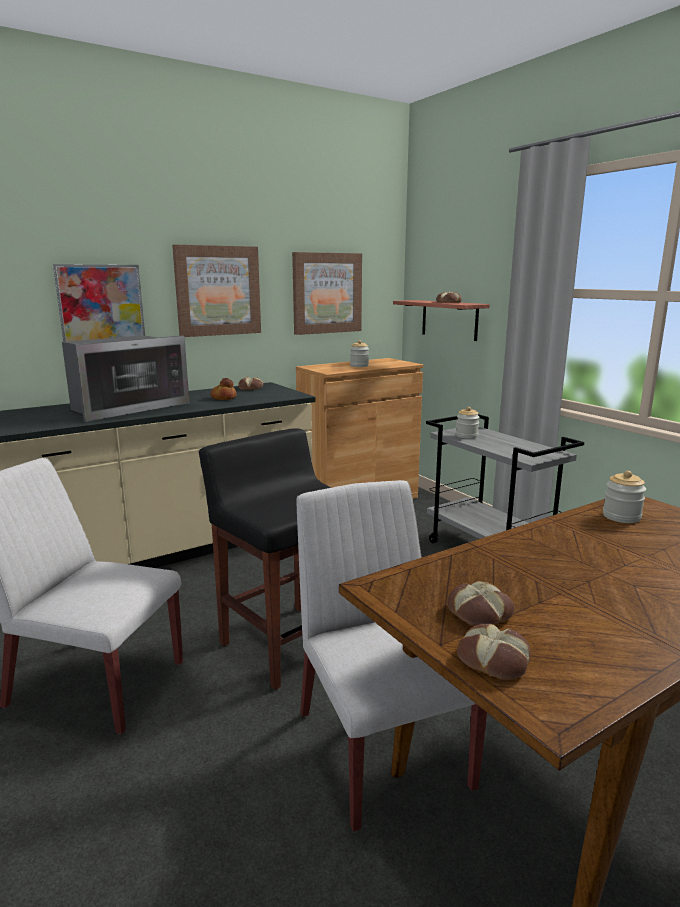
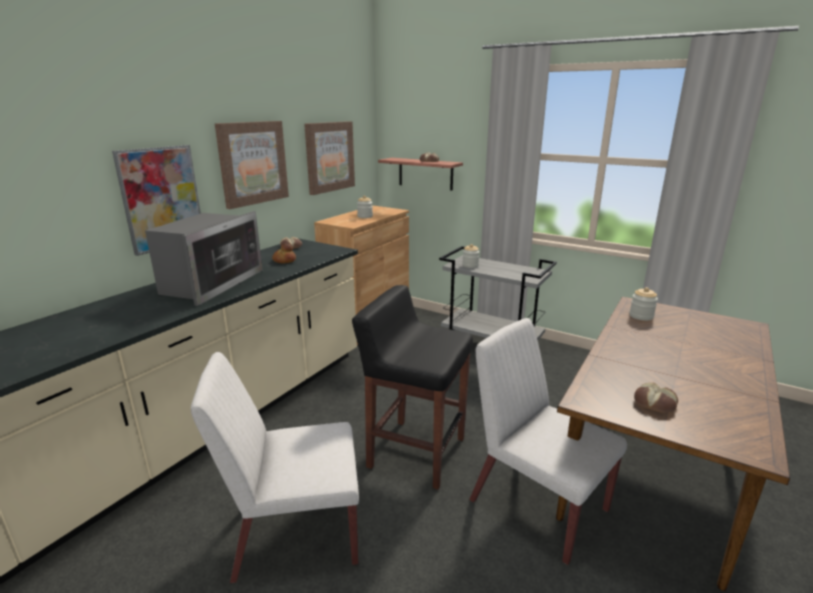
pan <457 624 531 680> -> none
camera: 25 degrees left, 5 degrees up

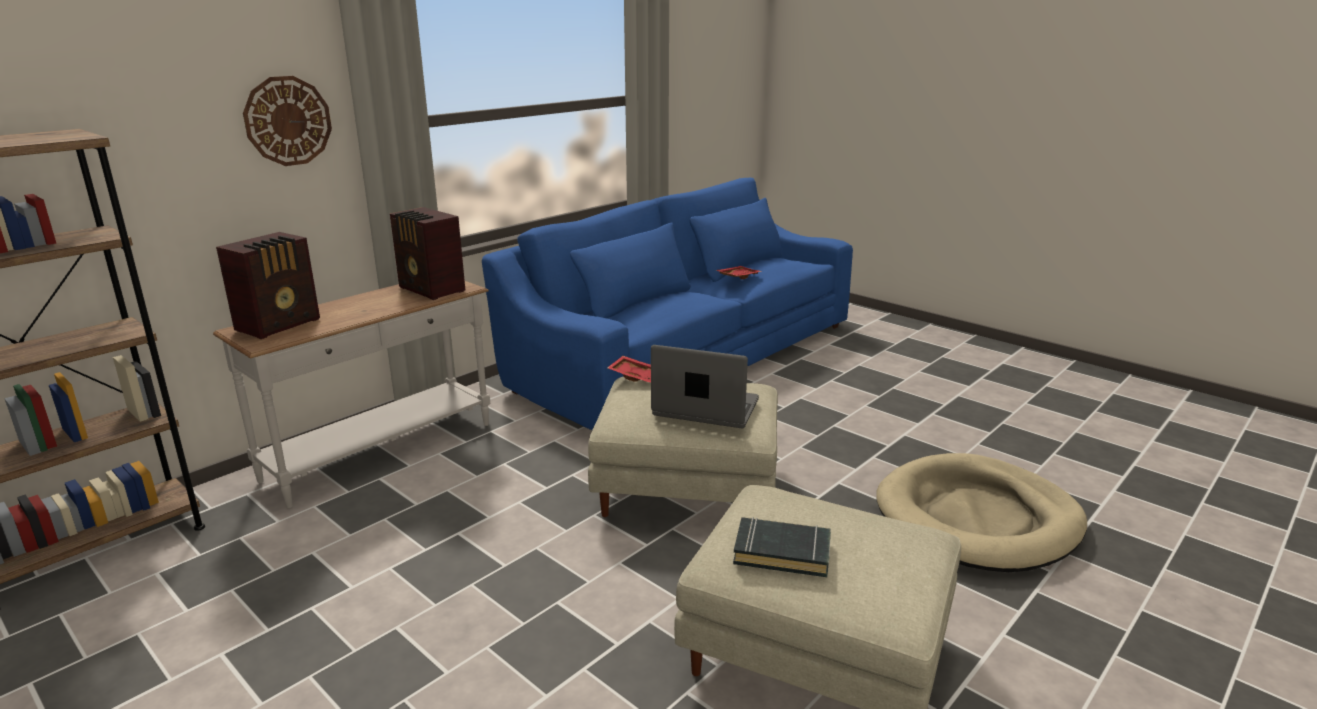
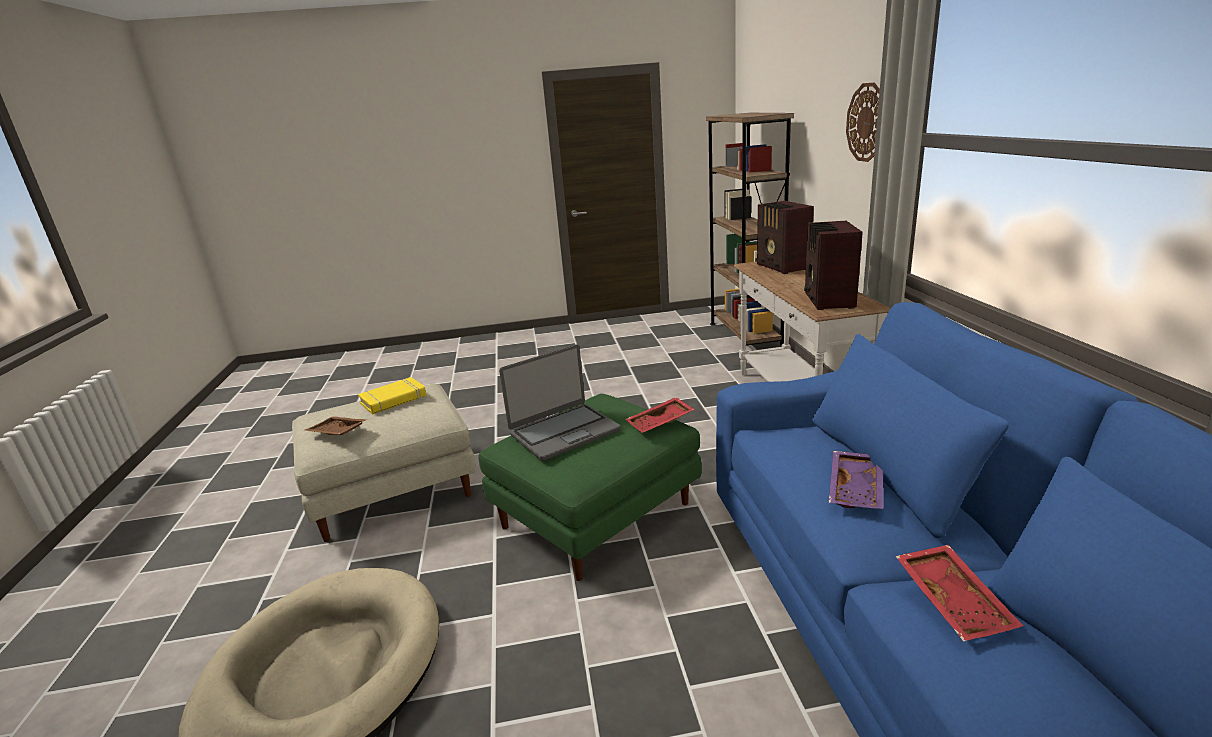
radio <390 207 465 300> -> radio <804 221 863 310>, 75 degrees counterclockwise
puf (beis) <588 377 778 517> -> puf (verde) <479 394 701 581>
libro (negro) <733 517 831 577> -> libro (amarillo) <358 377 427 414>
none -> bandeja (marrón) <305 417 368 435>
none -> bandeja (morado) <829 451 883 509>
camera: 130 degrees right, 0 degrees up

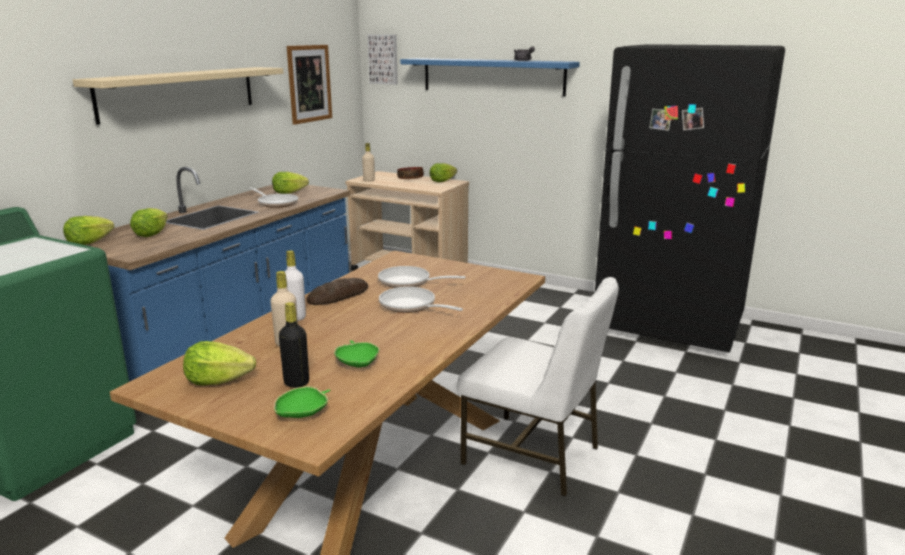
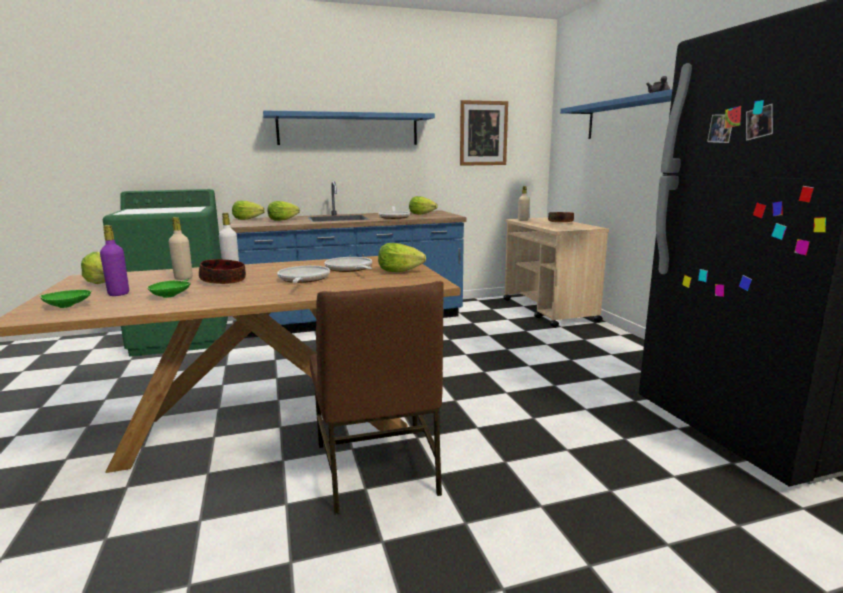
estante (beis) <73 67 284 125> -> estante (azul) <263 110 435 145>
botella (negro) <279 302 309 388> -> botella (morado) <100 225 129 296>
pan <306 278 368 305> -> none
cuadro <367 34 398 85> -> none
lechuga <430 163 457 182> -> lechuga <378 243 426 272>, shifted
silla (blanco) <457 277 619 497> -> silla (marrón) <310 281 444 515>
none -> cuenco <199 259 246 284>
camera: 45 degrees right, 5 degrees down

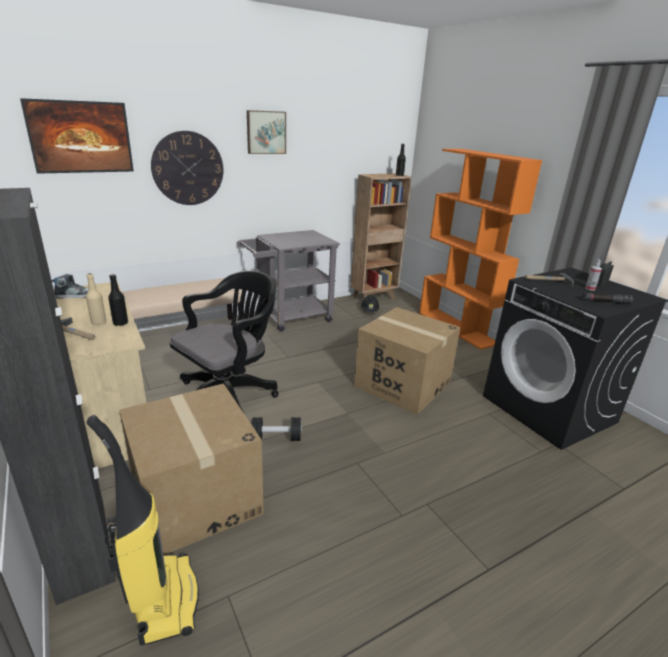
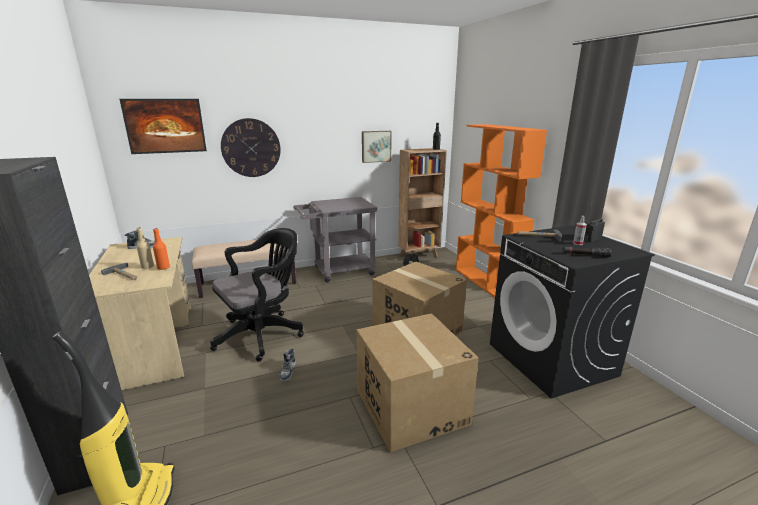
botella (negro) <108 274 128 326> -> botella (naranja) <153 228 170 270>
caja de cartón <119 383 264 555> -> caja de cartón <356 313 479 452>, shifted
cuadro <247 110 286 154> -> cuadro <362 131 392 163>, shifted
mancuerna (negro) <252 417 302 441> -> zapato <280 348 295 382>
camera: 10 degrees right, 5 degrees down

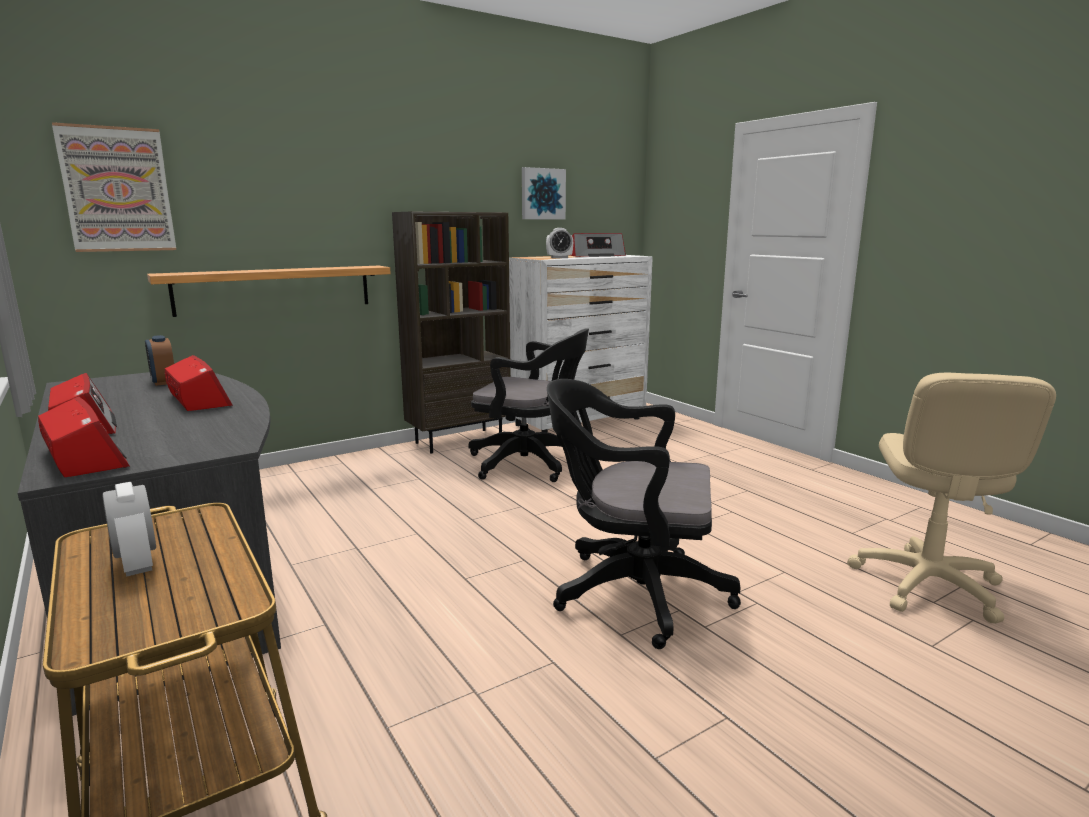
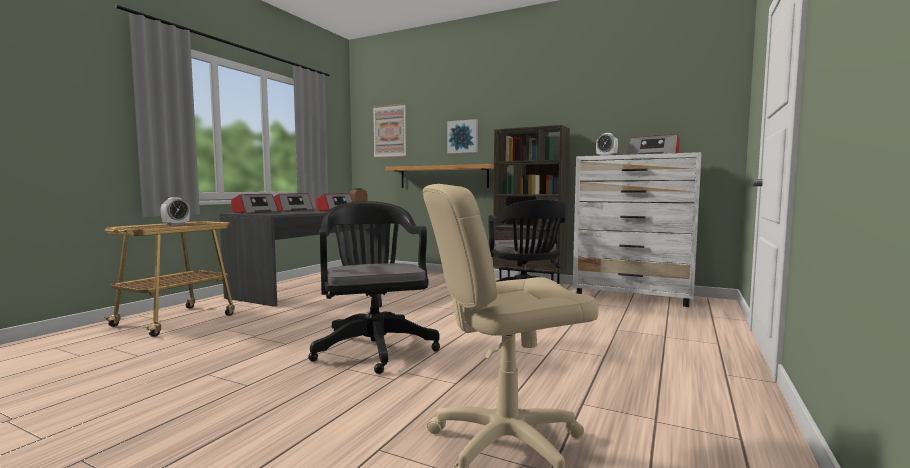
cuadro <522 167 566 219> -> cuadro <447 119 478 154>, shifted
camera: 60 degrees right, 10 degrees down

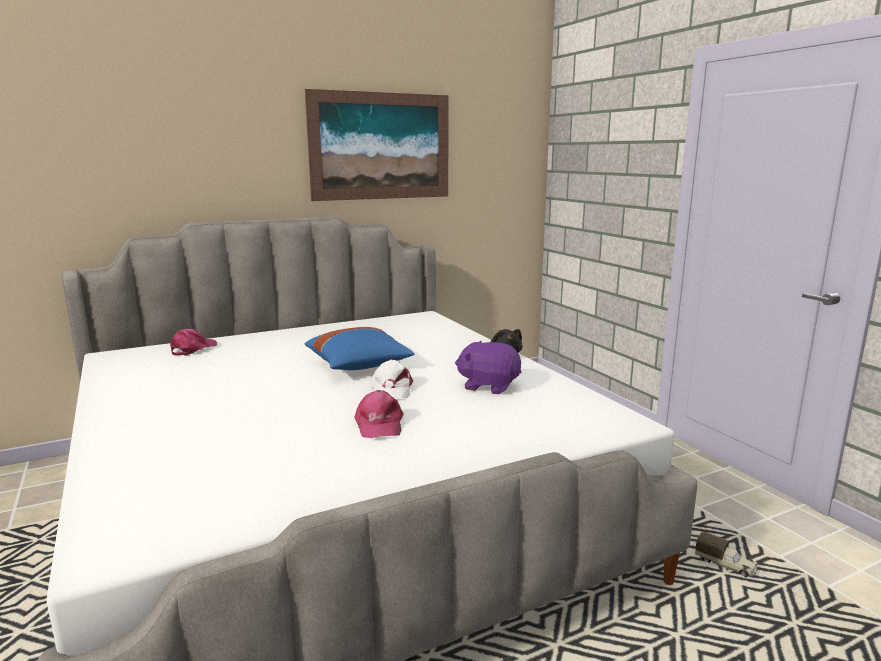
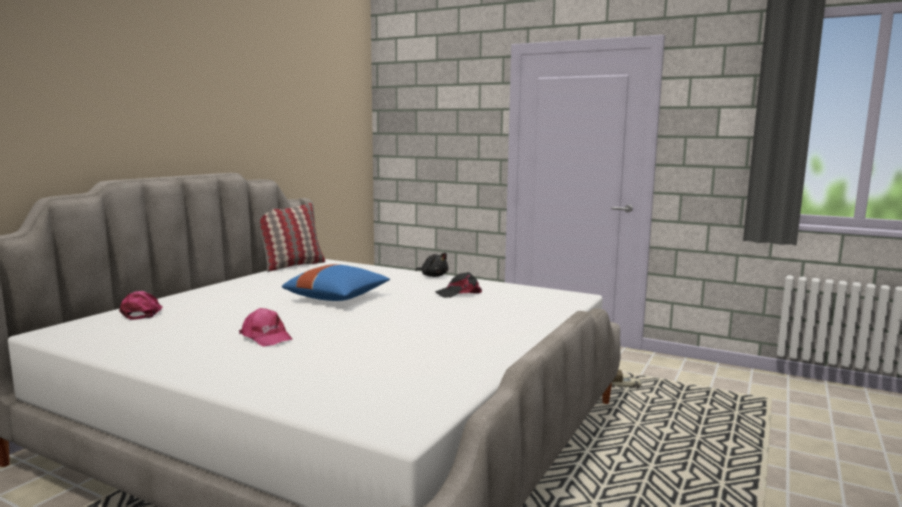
cuadro <305 89 449 201> -> none
gorra (rosa) <354 390 404 438> -> gorra (rosa) <239 308 293 347>, shifted
gorra (blanco) <371 360 413 398> -> none
peluche (morado) <455 341 521 394> -> gorra (negro) <435 272 482 298>
none -> cojín <260 203 325 272>
camera: 35 degrees left, 5 degrees down

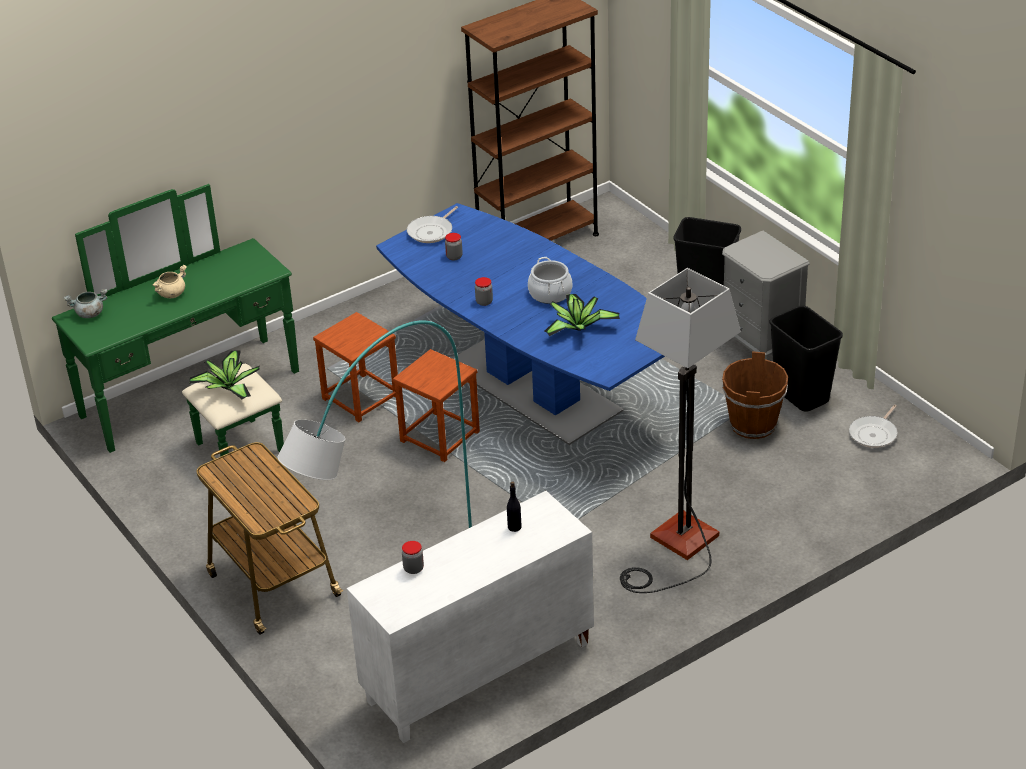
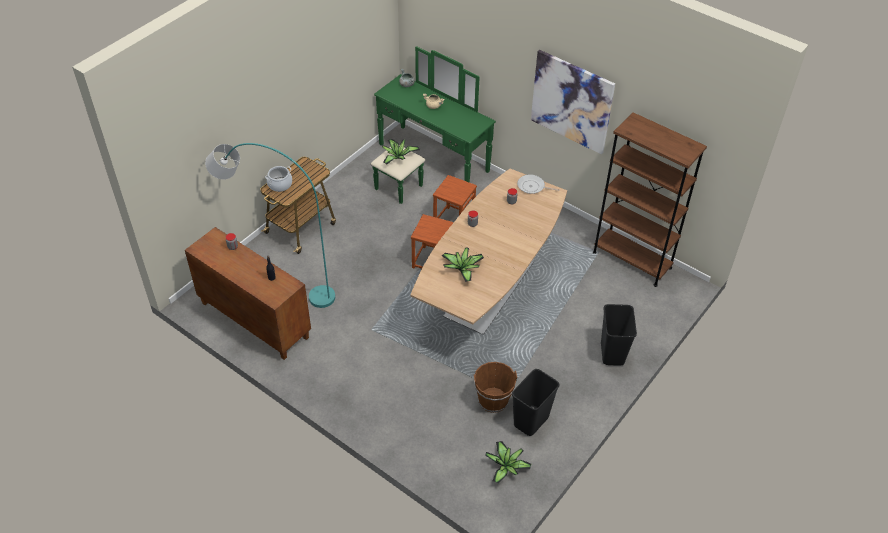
armario (blanco) <347 491 594 743> -> armario (marrón) <185 227 311 360>
mesa de comedor (azul) <376 203 665 445> -> mesa de comedor (marrón) <410 169 567 335>
olla <528 257 572 304> -> olla <265 166 292 192>, shifted
lámpara de pie <620 268 741 593> -> none
mesita de noche (gris) <722 231 810 360> -> none
sartén <849 405 897 448> -> planta en maceta <485 441 531 484>
none -> cuadro <531 50 615 154>
camera: 70 degrees right, 10 degrees up

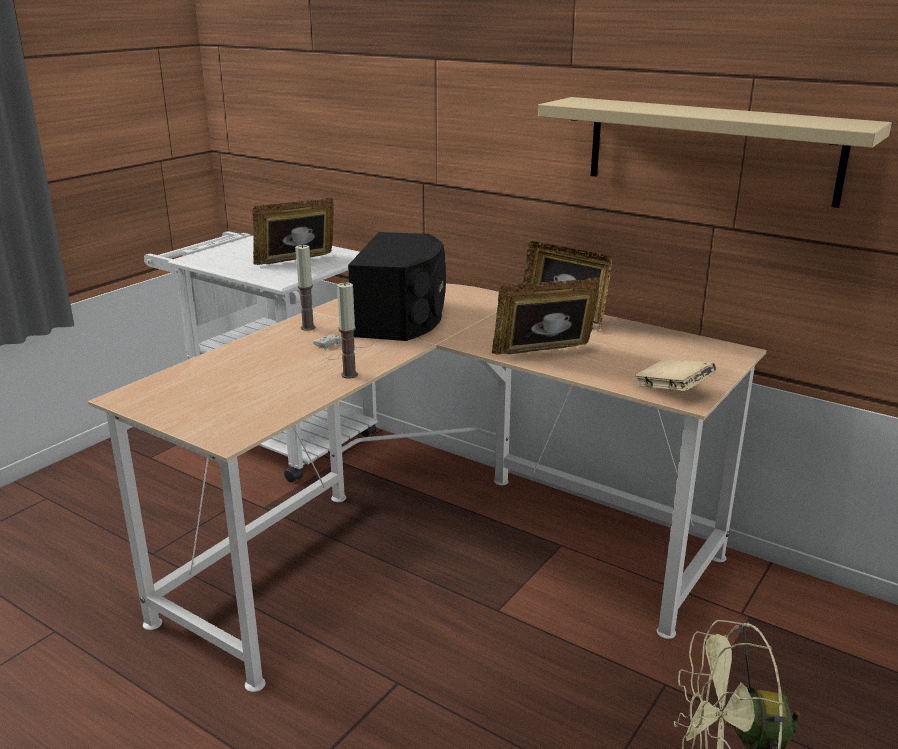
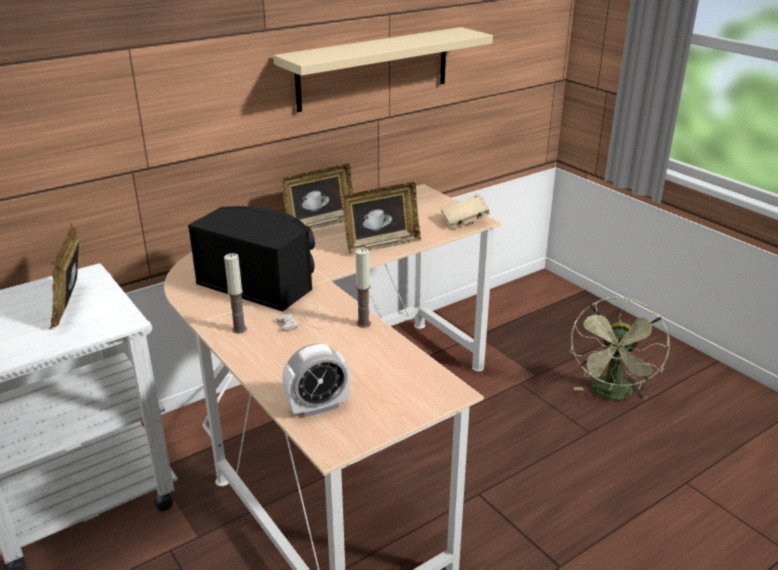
portarretratos <492 277 600 355> -> portarretratos <343 182 421 254>, 120 degrees counterclockwise
none -> despertador <282 344 351 417>
camera: 70 degrees left, 5 degrees up

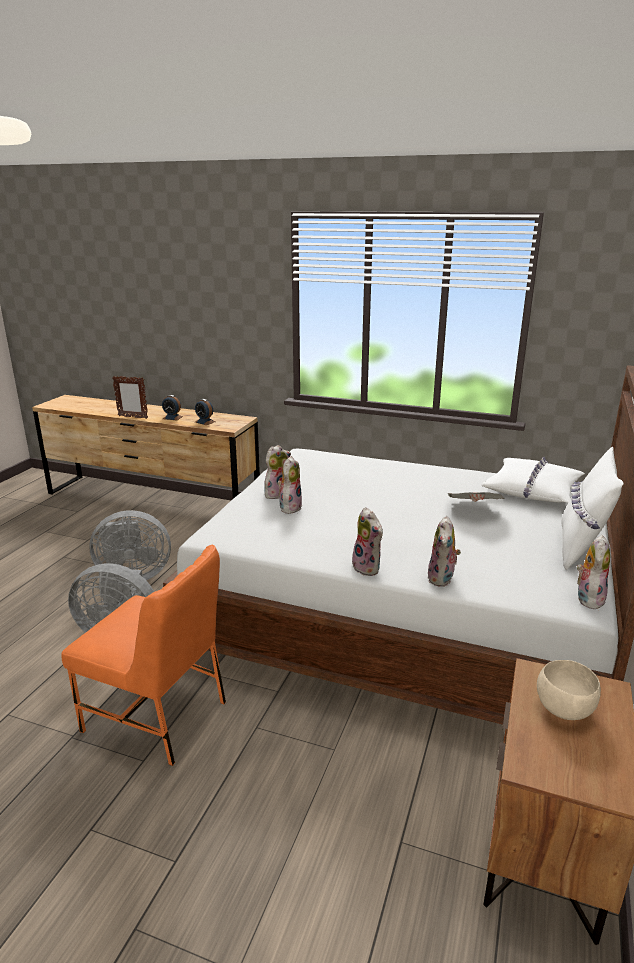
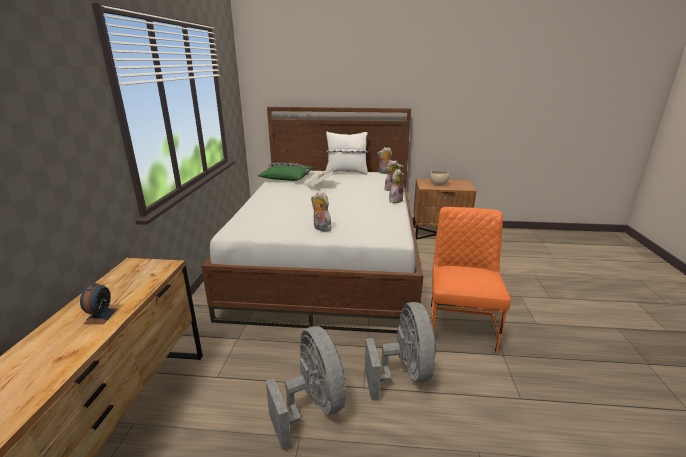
portarretratos <112 376 148 419> -> none
despertador <195 399 215 425> -> none
peluche <277 456 302 514> -> none
cojín (blanco) <481 457 585 503> -> cojín (verde) <257 162 313 181>
camera: 105 degrees left, 0 degrees up

